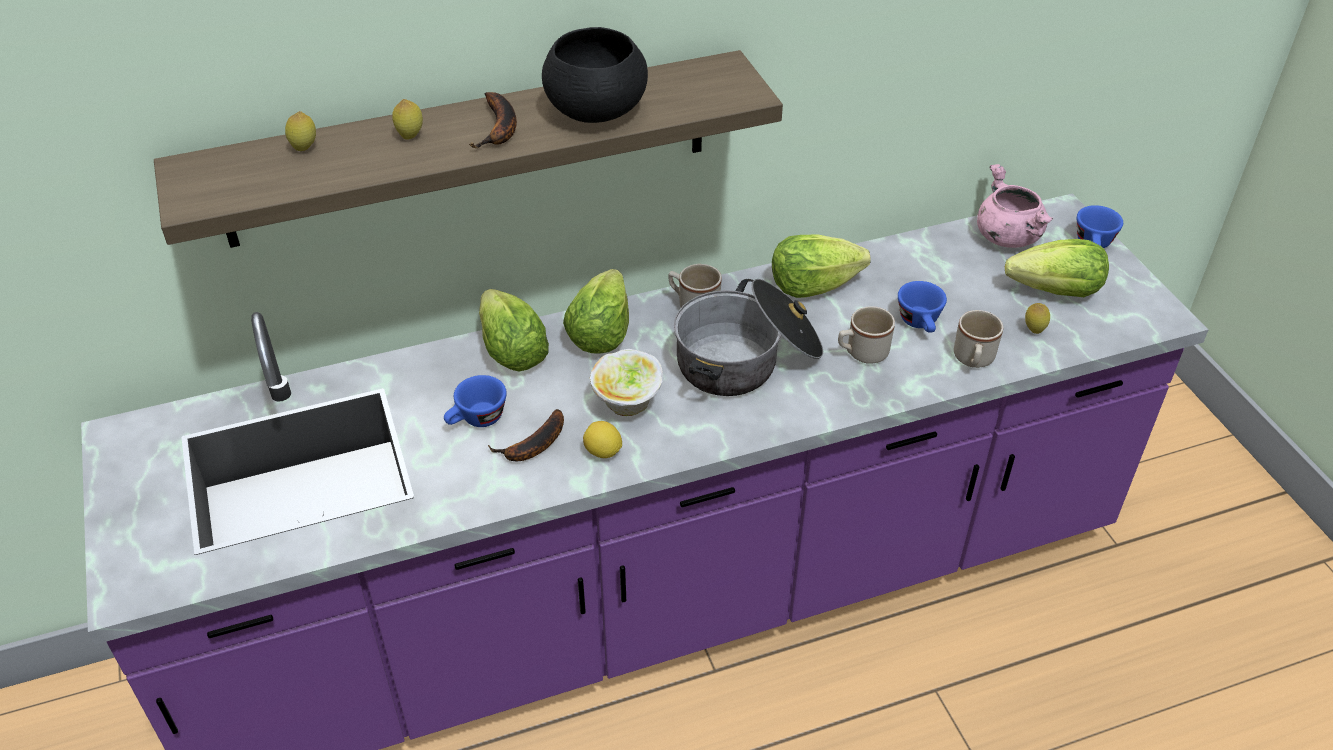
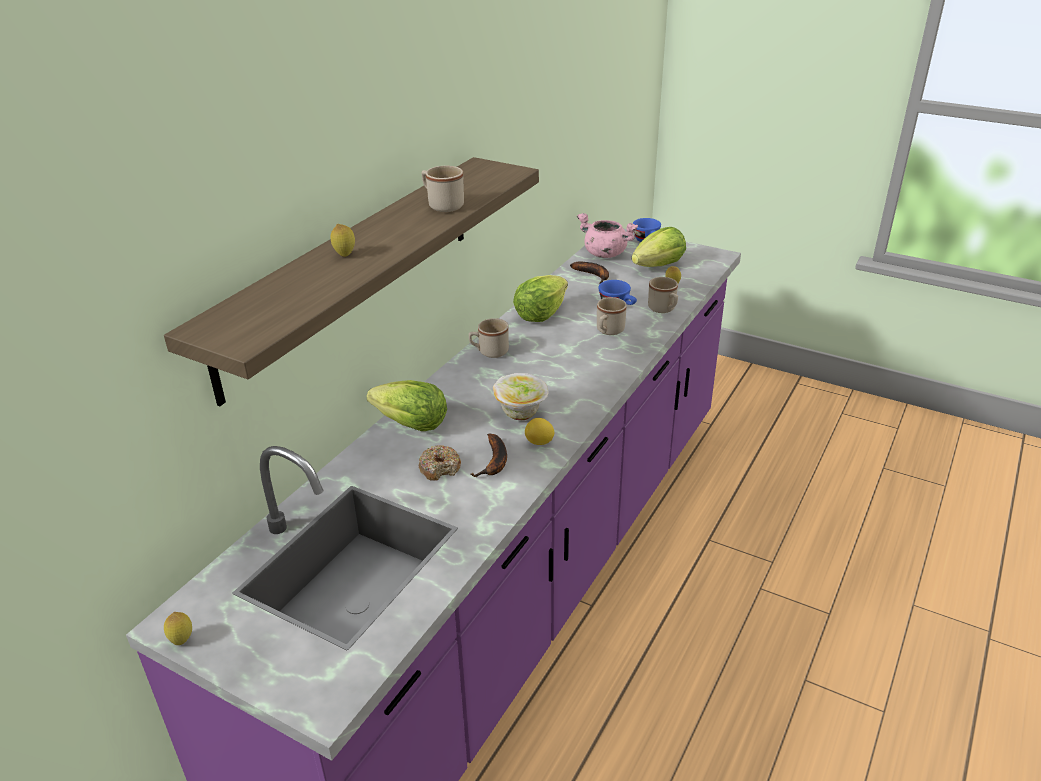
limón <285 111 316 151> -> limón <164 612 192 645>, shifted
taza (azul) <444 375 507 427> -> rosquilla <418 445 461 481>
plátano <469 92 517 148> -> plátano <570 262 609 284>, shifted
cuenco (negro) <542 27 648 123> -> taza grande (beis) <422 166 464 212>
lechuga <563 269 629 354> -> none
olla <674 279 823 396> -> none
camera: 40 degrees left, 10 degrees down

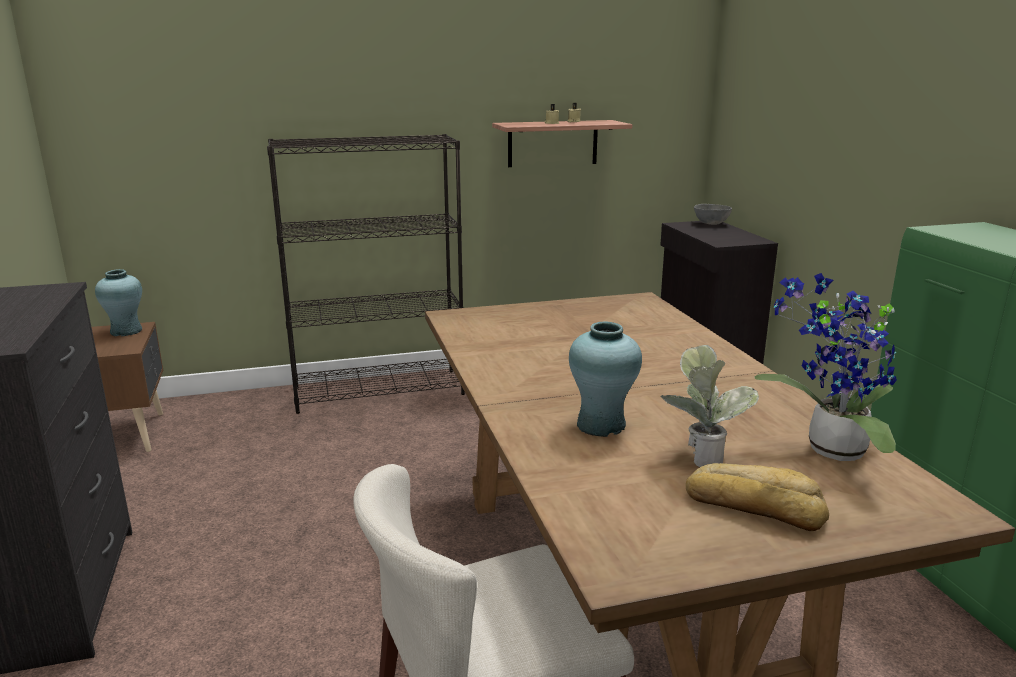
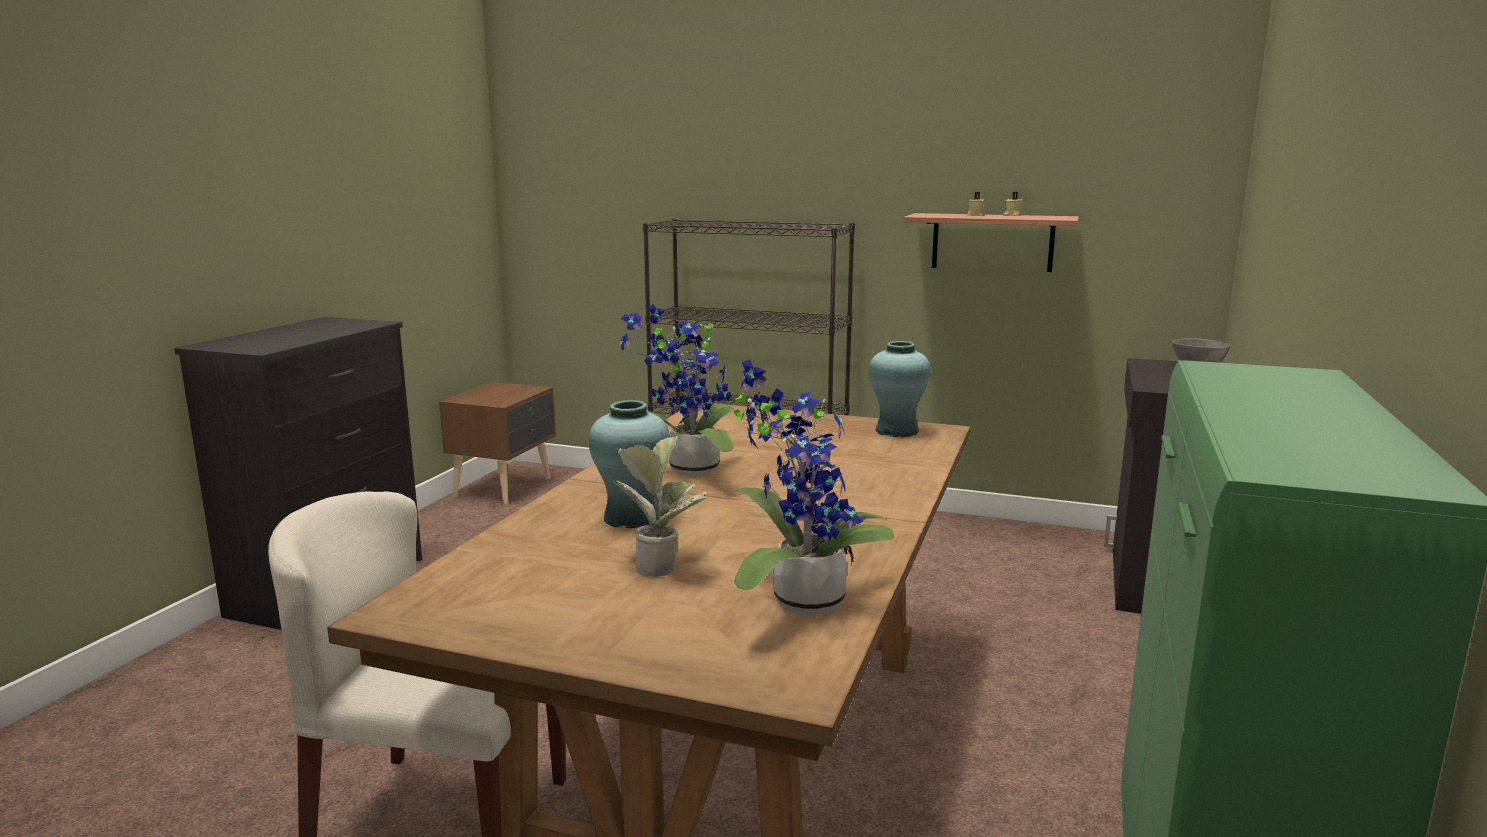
florero (turquesa) <95 269 142 336> -> florero (turquesa) <869 341 931 437>, shifted
pan <686 463 829 531> -> none
none -> planta en maceta <620 304 734 476>
camera: 35 degrees right, 5 degrees down

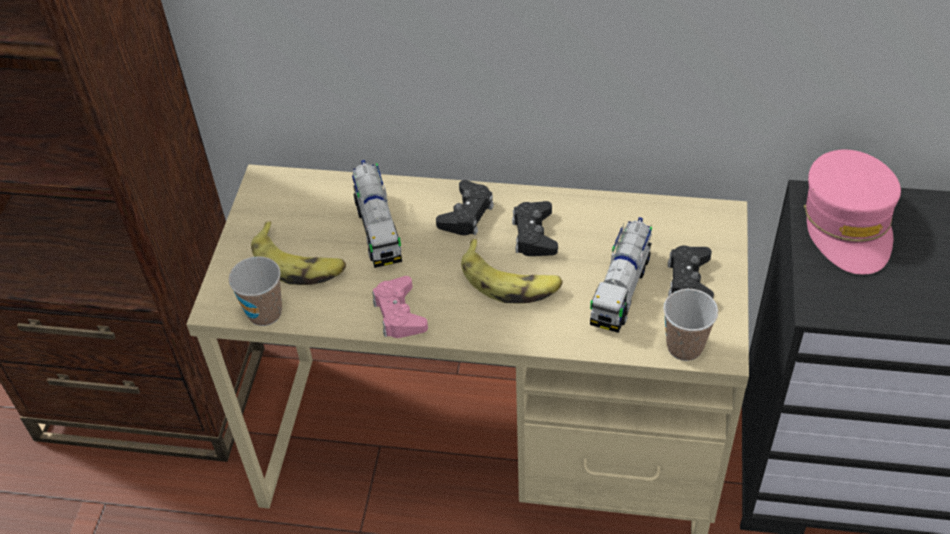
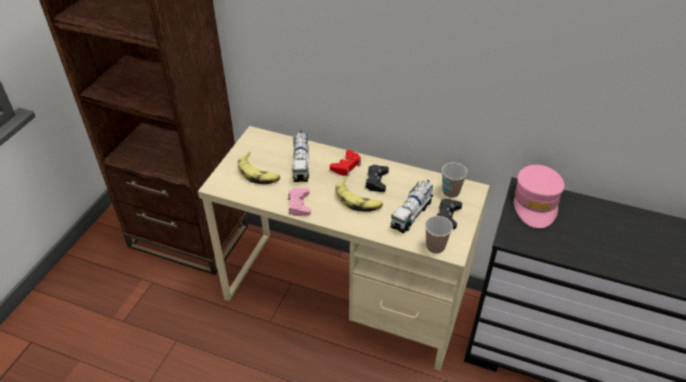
taza <229 256 282 326> -> taza <442 163 467 198>, shifted
mando de consola (negro) <436 180 494 235> -> mando de consola (rojo) <330 150 361 176>
camera: 10 degrees right, 5 degrees down

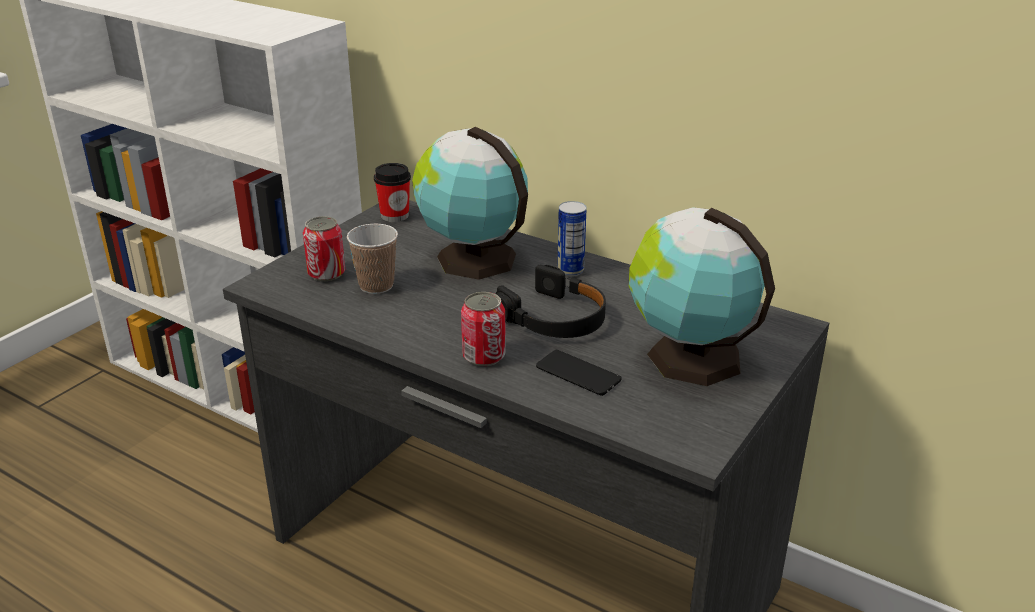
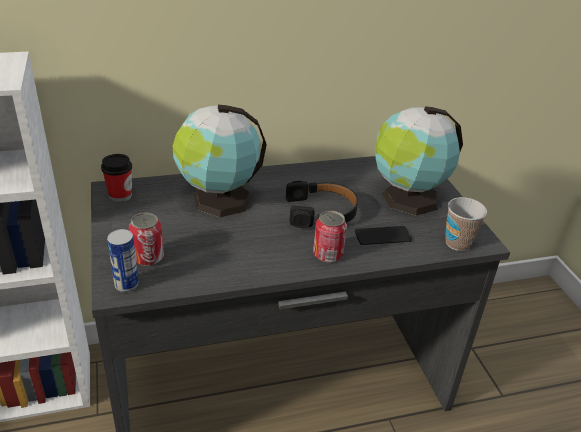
taza <347 224 398 294> -> taza <445 197 487 251>, shifted
lata <557 201 587 276> -> lata <107 229 139 293>, shifted
camera: 50 degrees left, 5 degrees up

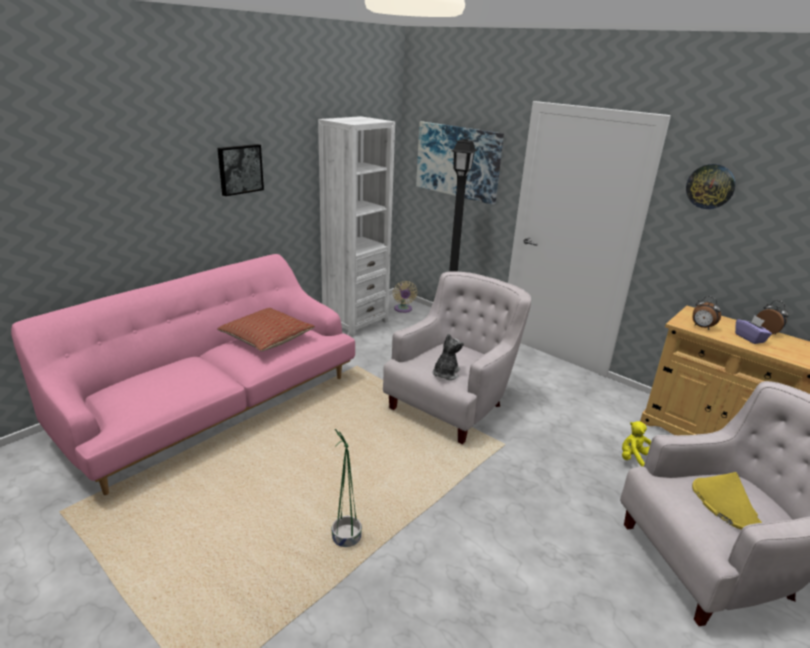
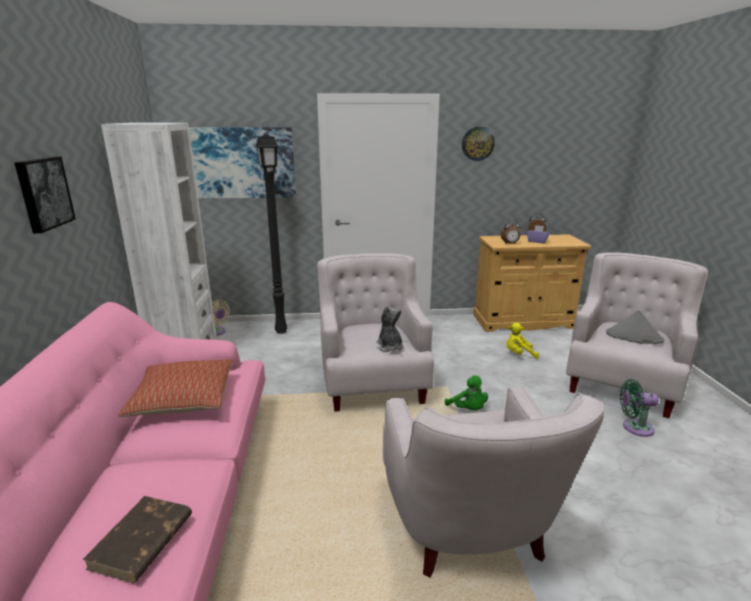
maceta (verde) <331 429 362 547> -> sillón (blanco) <383 386 604 578>
sombrero (amarillo) <692 472 762 530> -> sombrero (gris) <606 310 665 344>
none -> libro (marrón) <82 496 192 583>
none -> peluche (verde) <445 375 488 410>
none -> ventilador (verde) <620 379 659 437>
camera: 45 degrees left, 5 degrees down

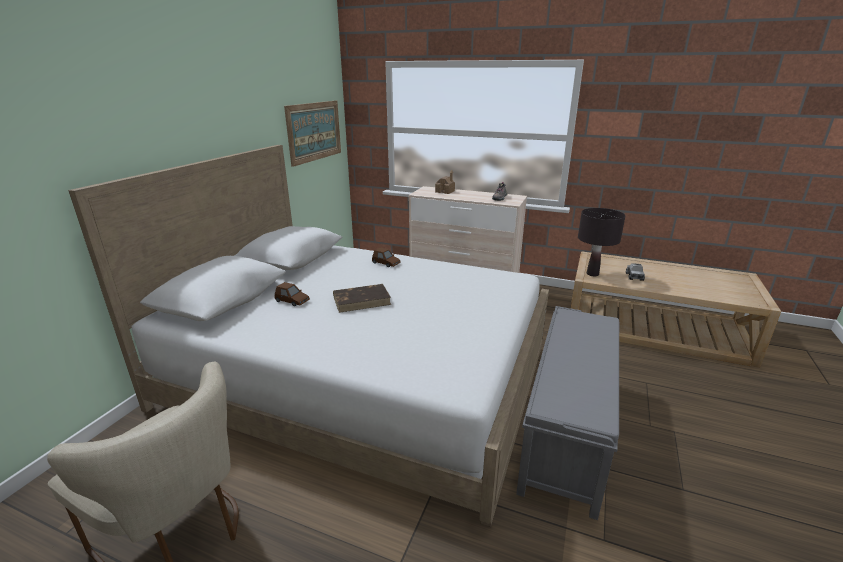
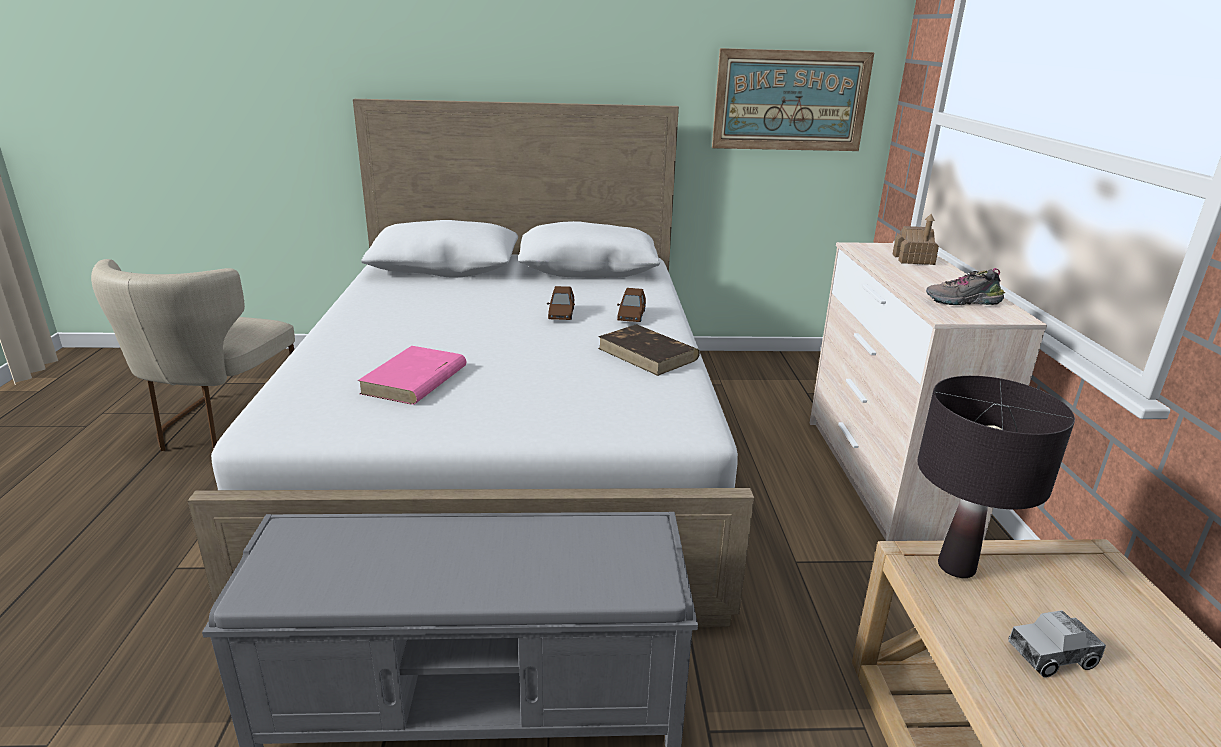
coche de juguete (marrón) <275 282 310 306> -> coche de juguete (marrón) <547 286 575 320>, shifted
libro (marrón) <333 284 391 313> -> libro (marrón) <598 325 700 376>, shifted
none -> libro (rosa) <357 346 467 405>
camera: 65 degrees right, 0 degrees up

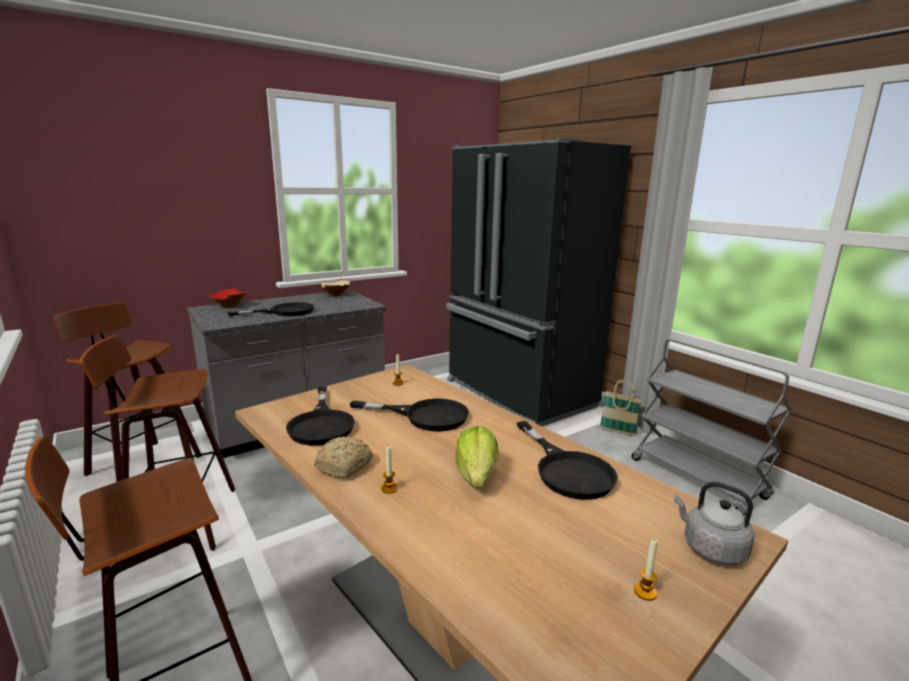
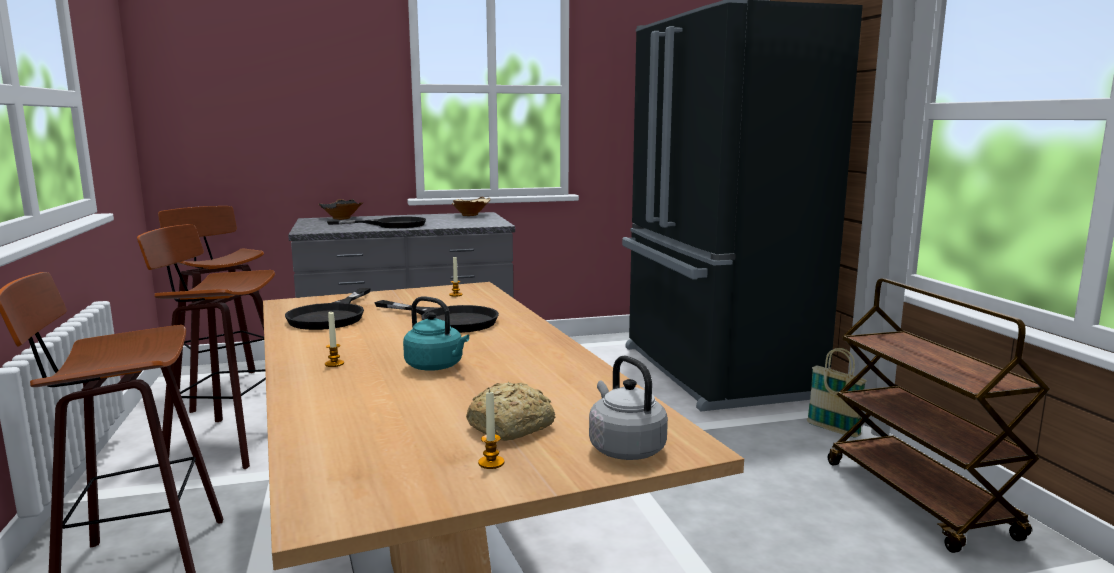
cuenco (rojo) <207 288 248 307> -> cuenco (negro) <318 199 363 220>
pan <314 436 373 479> -> pan <466 382 555 441>, shifted
lechuga <455 426 499 487> -> hervidor (turquesa) <403 296 469 371>
sartén (negro) <517 421 618 500> -> none
carrito (gris) <632 339 792 516> -> carrito (marrón) <828 278 1050 553>
camera: 20 degrees right, 5 degrees down

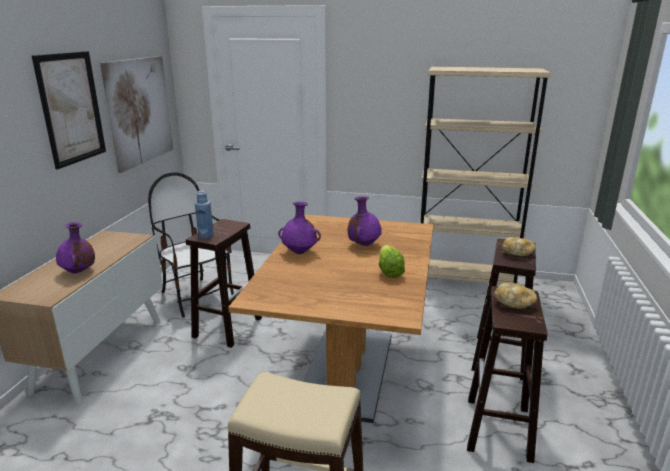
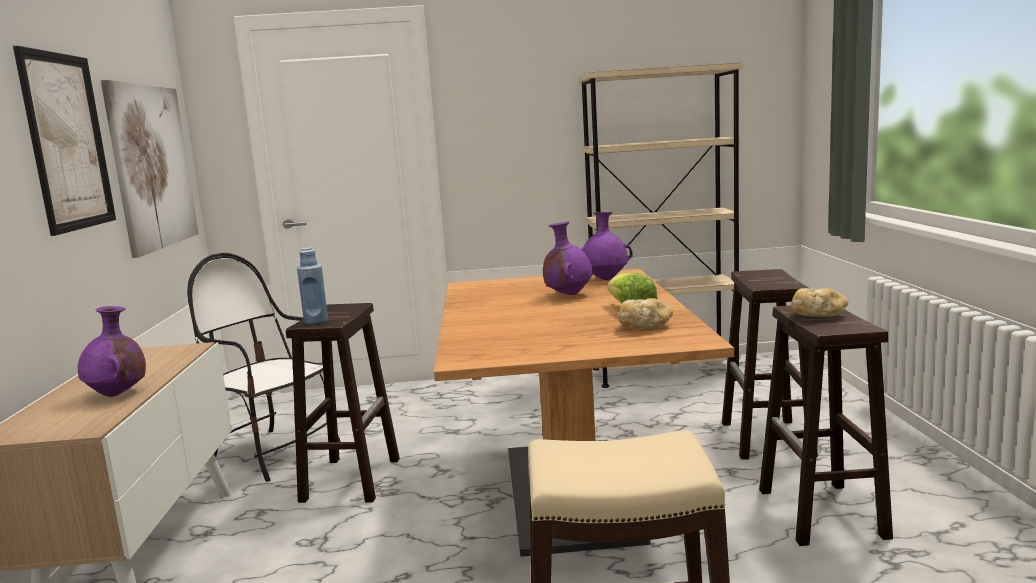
florero (morado) <278 202 321 254> -> florero (morado) <581 212 633 280>, shifted
pan <502 237 536 256> -> pan <618 298 673 329>, shifted
camera: 15 degrees left, 10 degrees down

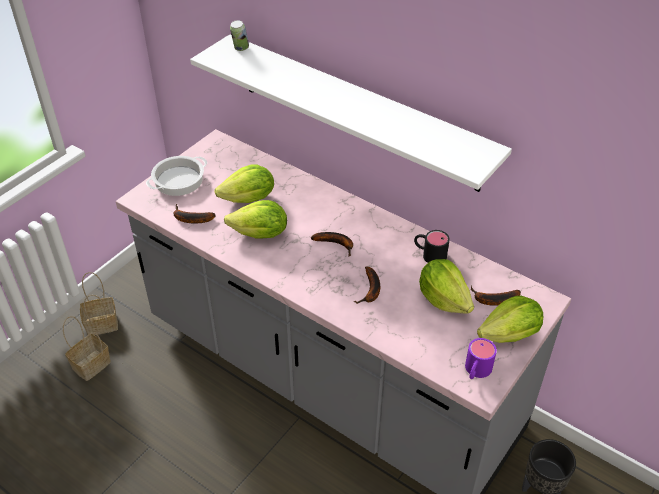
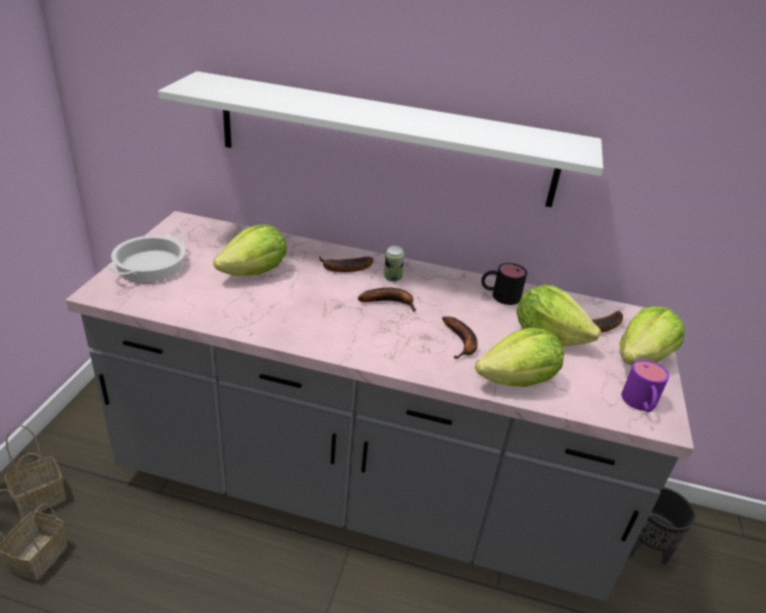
plátano <173 204 216 223> -> plátano <319 255 373 272>, shifted
lechuga <224 200 287 239> -> lechuga <475 328 564 387>, shifted
lata <230 20 249 51> -> lata <384 245 404 282>, shifted
camera: 25 degrees left, 10 degrees down

